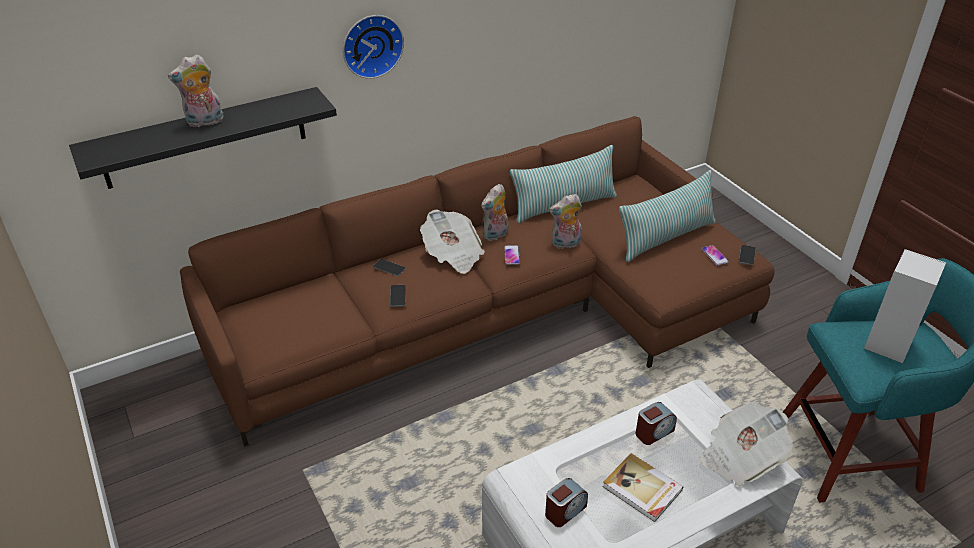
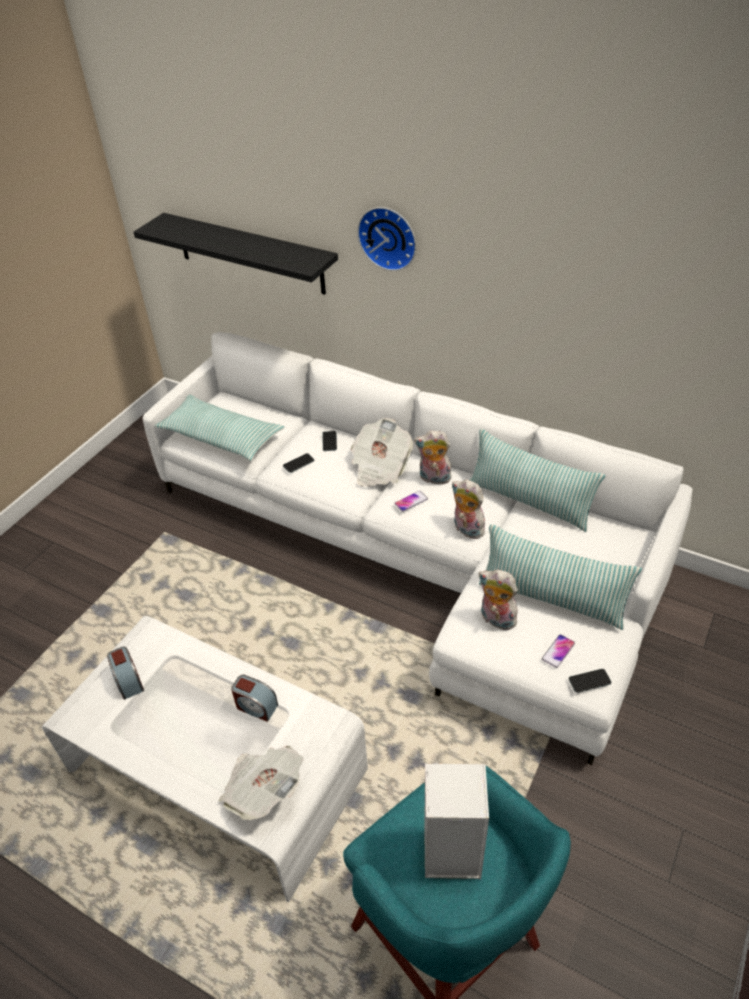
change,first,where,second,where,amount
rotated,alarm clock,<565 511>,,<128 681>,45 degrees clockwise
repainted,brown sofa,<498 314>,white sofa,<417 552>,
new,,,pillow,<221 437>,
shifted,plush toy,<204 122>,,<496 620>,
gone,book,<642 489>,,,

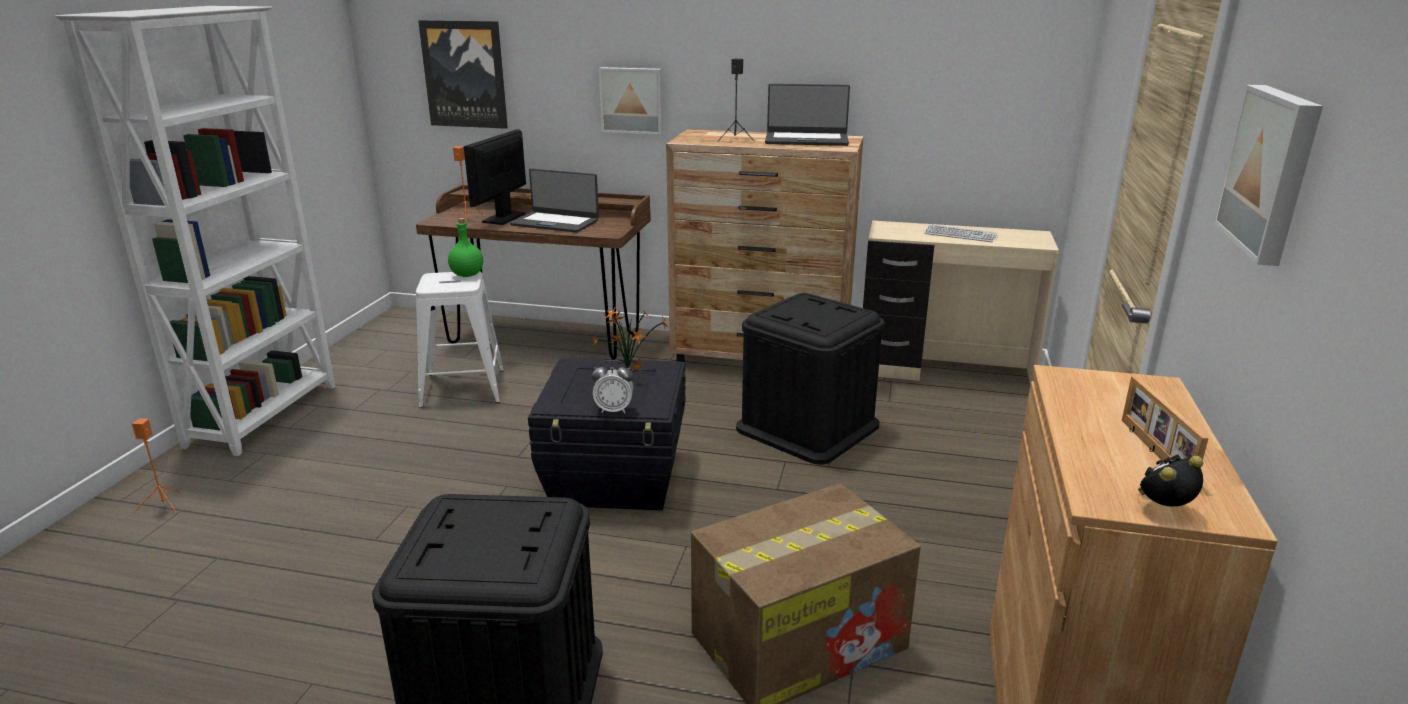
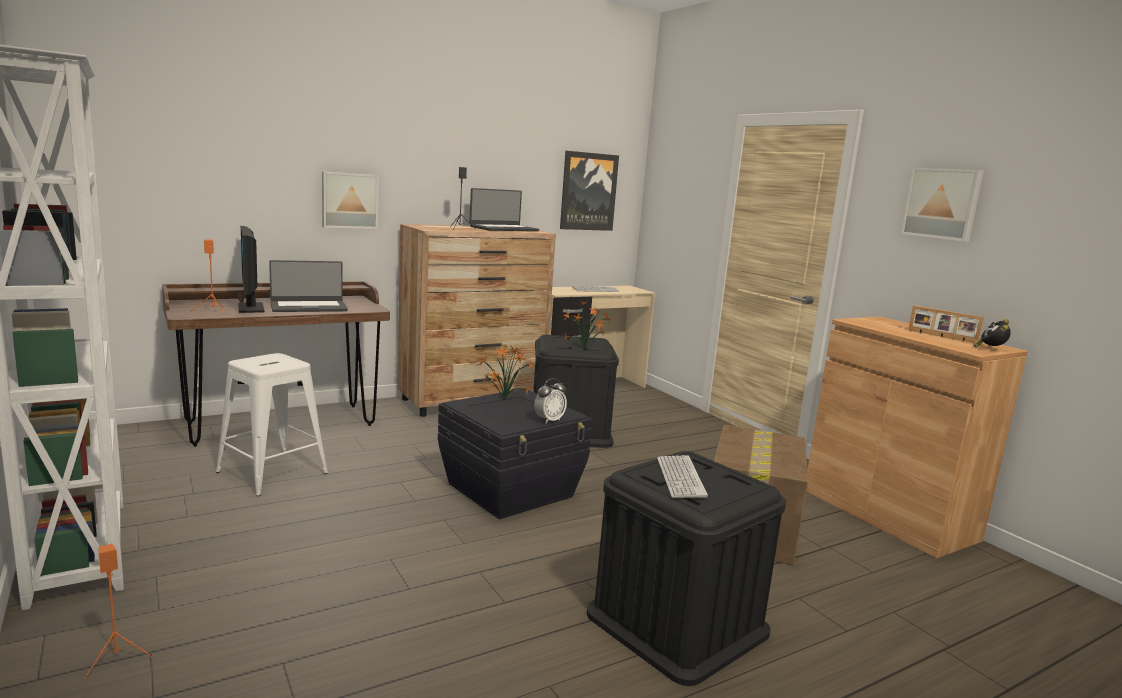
change,first,where,second,where,amount
shifted,picture,<465 74>,,<588 191>,
new,,,potted plant,<585 348>,
new,,,keyboard,<680 478>,
gone,green bottle,<467 275>,,,

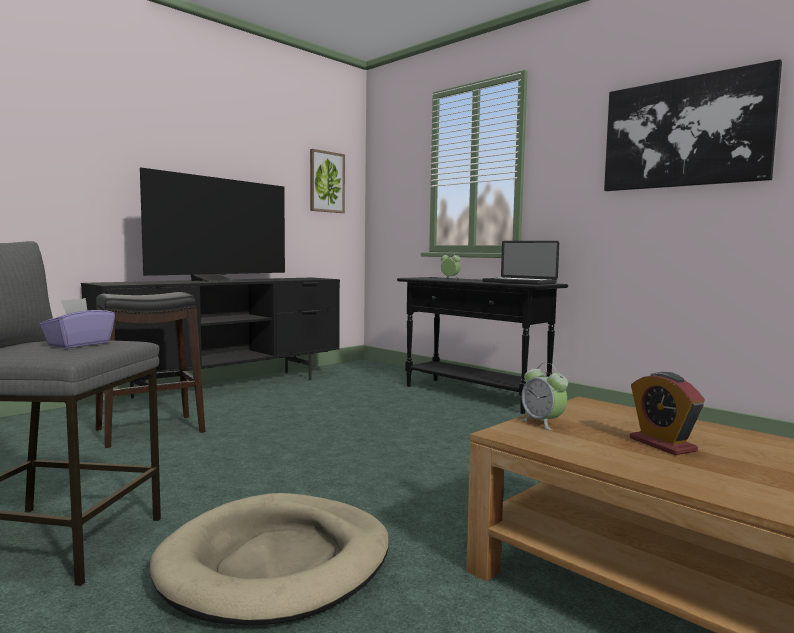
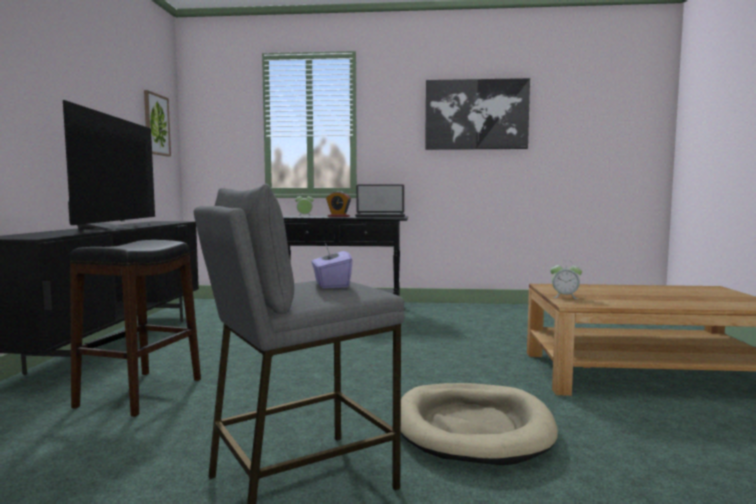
change,first,where,second,where,amount
shifted,alarm clock,<662 444>,,<338 216>,

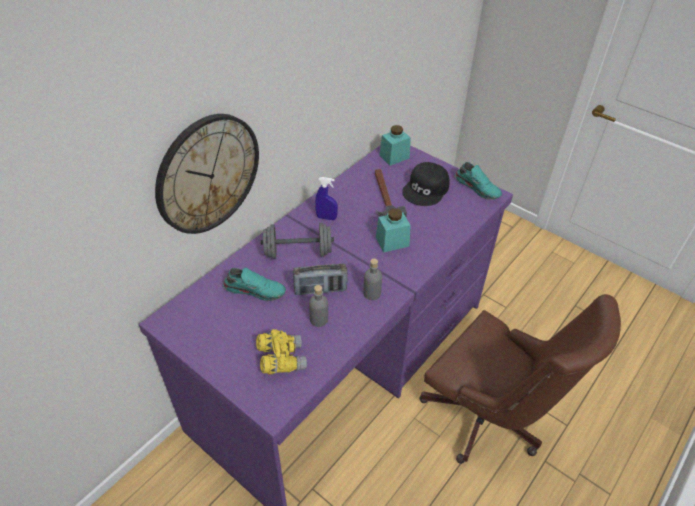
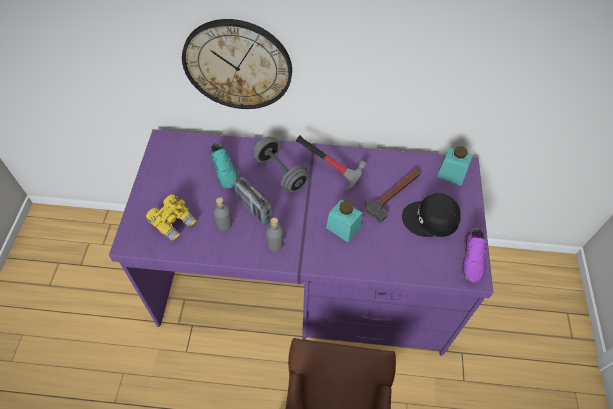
change,first,where,second,where,amount
swapped,blue spray bottle,<326 217>,hammer,<332 169>,
repainted,turquoise shoe,<478 187>,purple shoe,<473 258>,

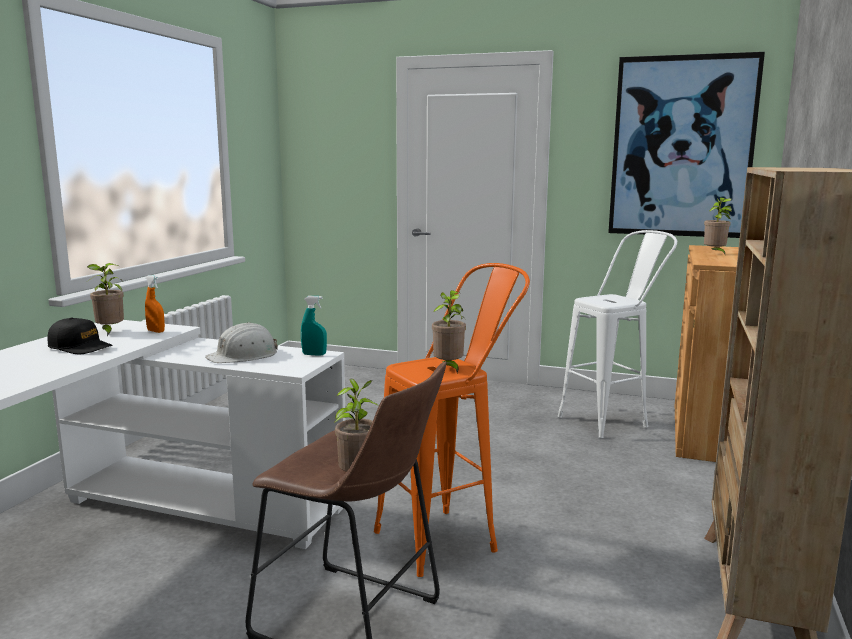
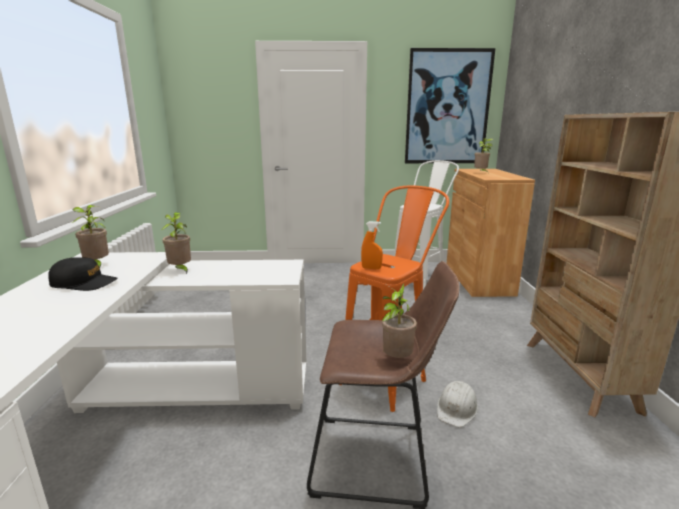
change,first,where,second,where,amount
shifted,potted plant,<448 368>,,<180 270>,
shifted,orange spray bottle,<156 331>,,<371 268>,
shifted,white hard hat,<244 356>,,<457 408>,
gone,turquoise spray bottle,<314 354>,,,

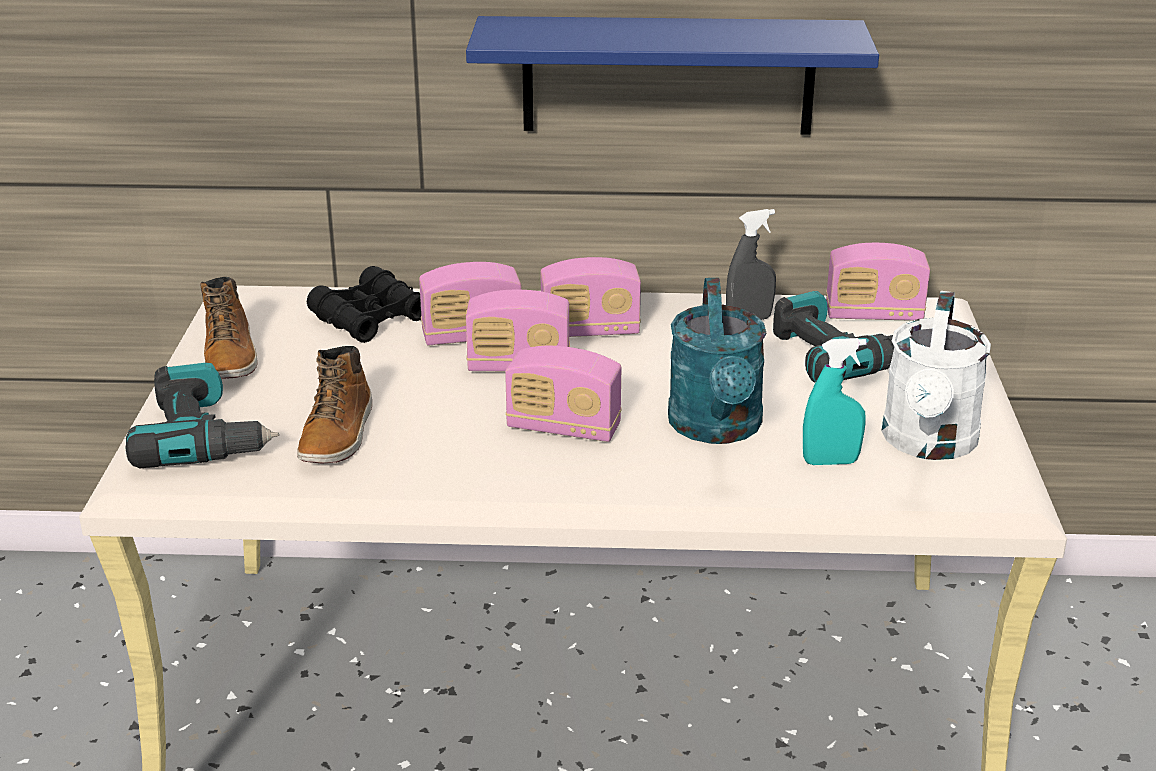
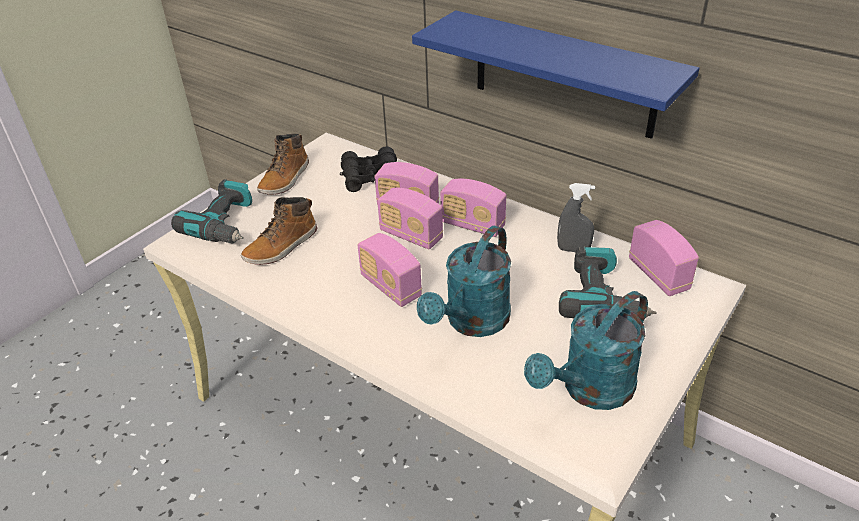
change,first,where,second,where,amount
repainted,white watering can,<928 444>,turquoise watering can,<589 390>,
rotated,radio,<873 315>,,<658 275>,150 degrees counterclockwise
gone,turquoise spray bottle,<830 462>,,,

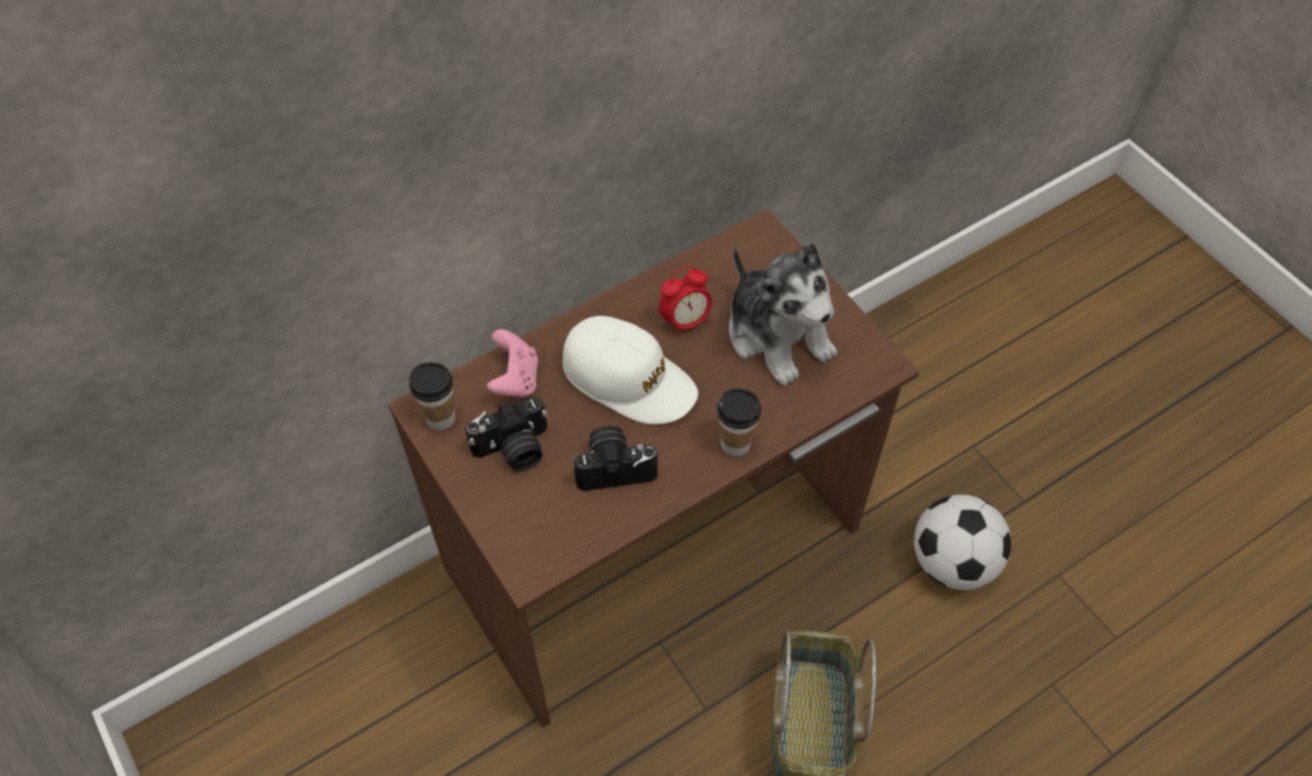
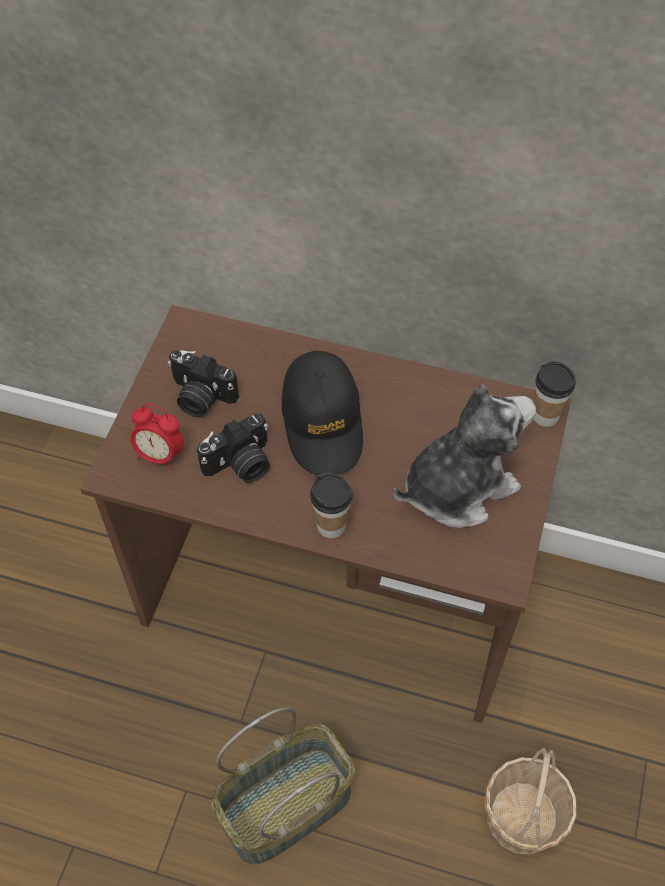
change,first,where,second,where,amount
shifted,alarm clock,<685 321>,,<160 455>,
rotated,photo camera,<614 467>,,<240 465>,105 degrees clockwise
repainted,white cap,<629 378>,black cap,<323 421>,
rotated,plush toy,<778 335>,,<457 486>,135 degrees counterclockwise
swapped,football,<952 562>,basket,<521 818>,
shifted,cup,<440 417>,,<545 416>,
gone,pink game controller,<515 379>,,,

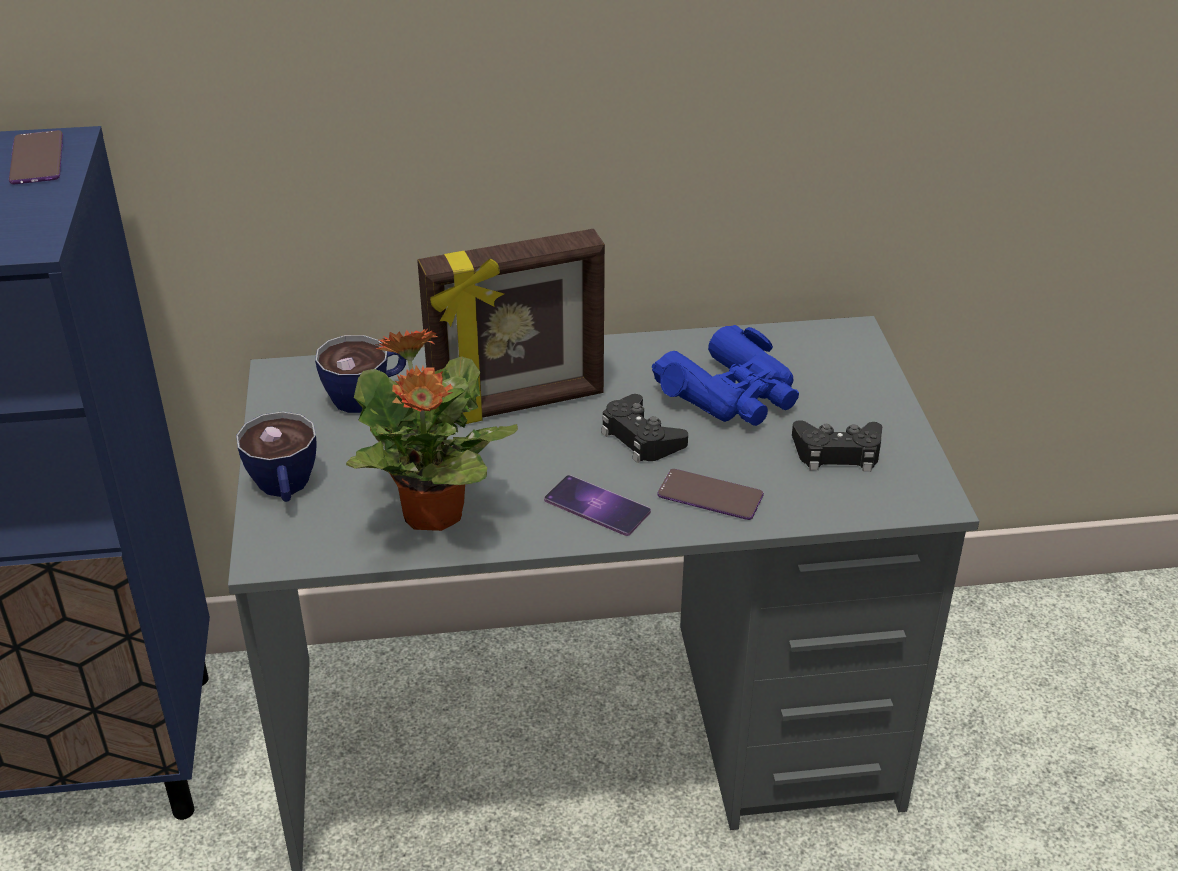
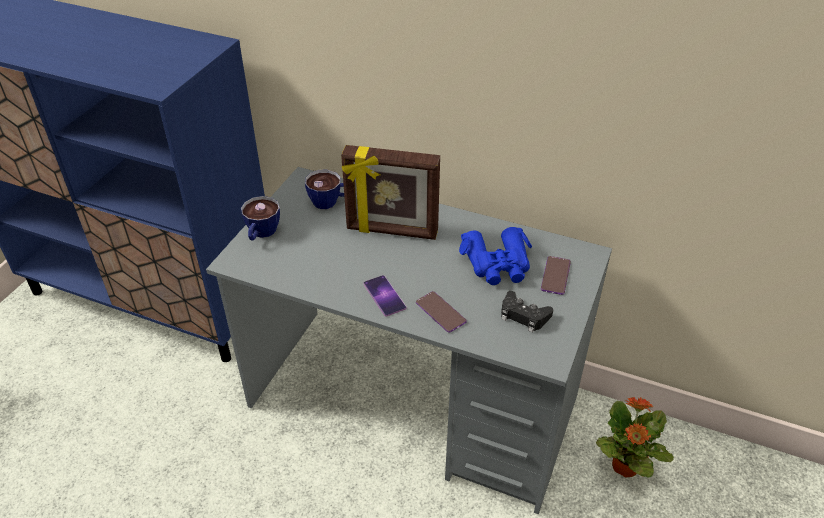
change,first,where,second,where,amount
shifted,phone,<37 159>,,<555 276>,
shifted,potted plant,<433 515>,,<624 467>,
gone,black game controller,<641 437>,,,

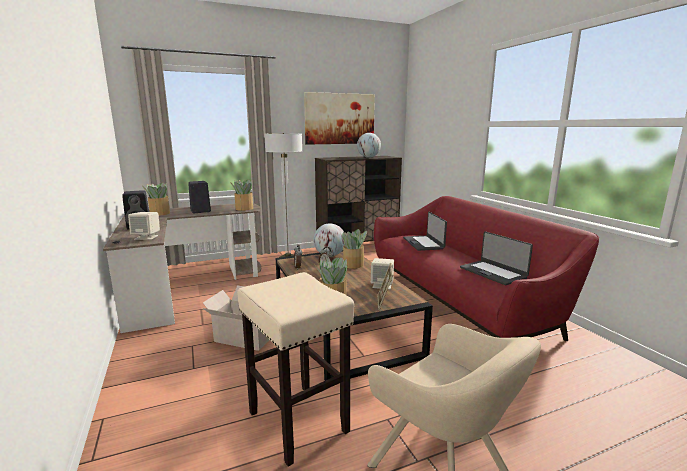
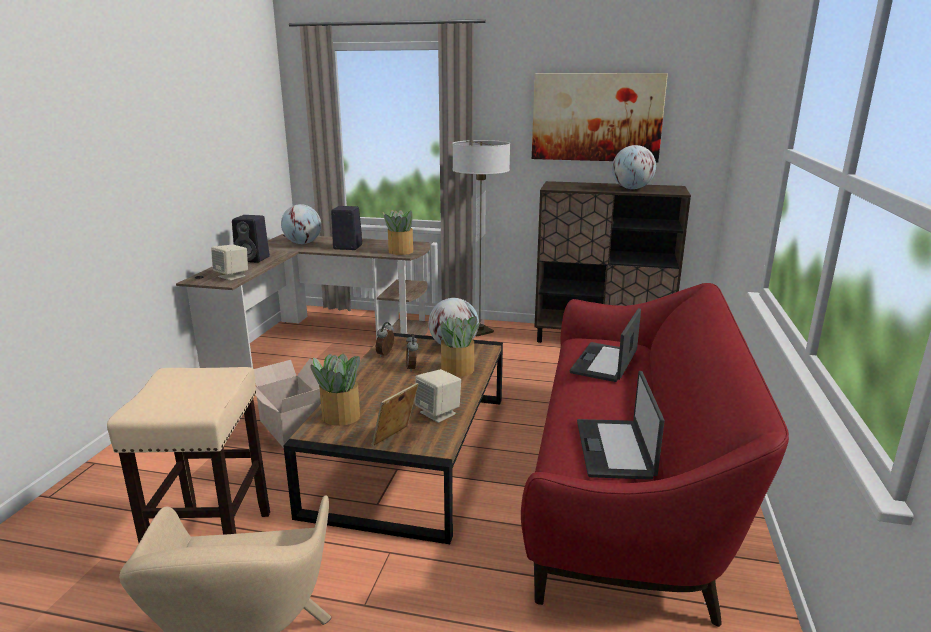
change,first,where,second,where,amount
swapped,potted plant,<159 213>,globe,<303 243>,

